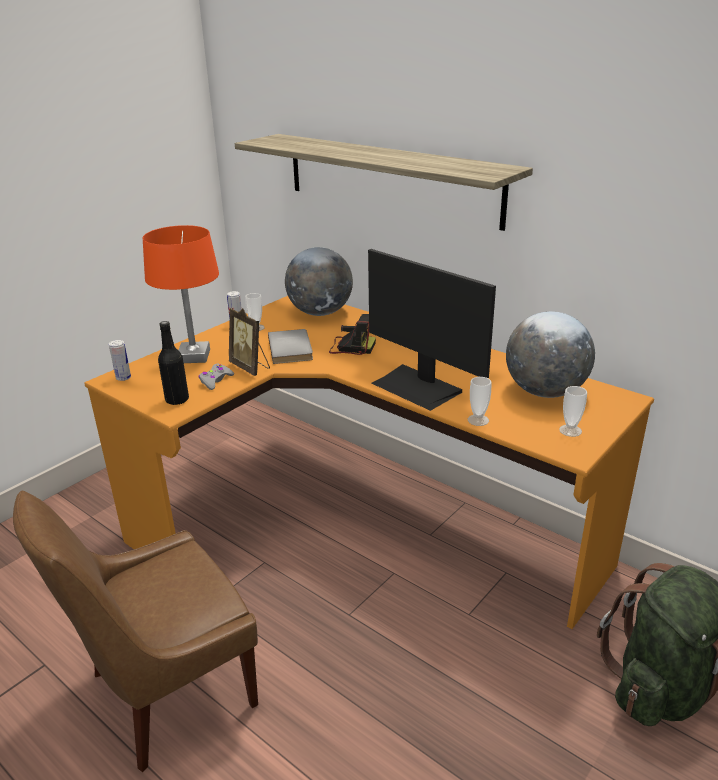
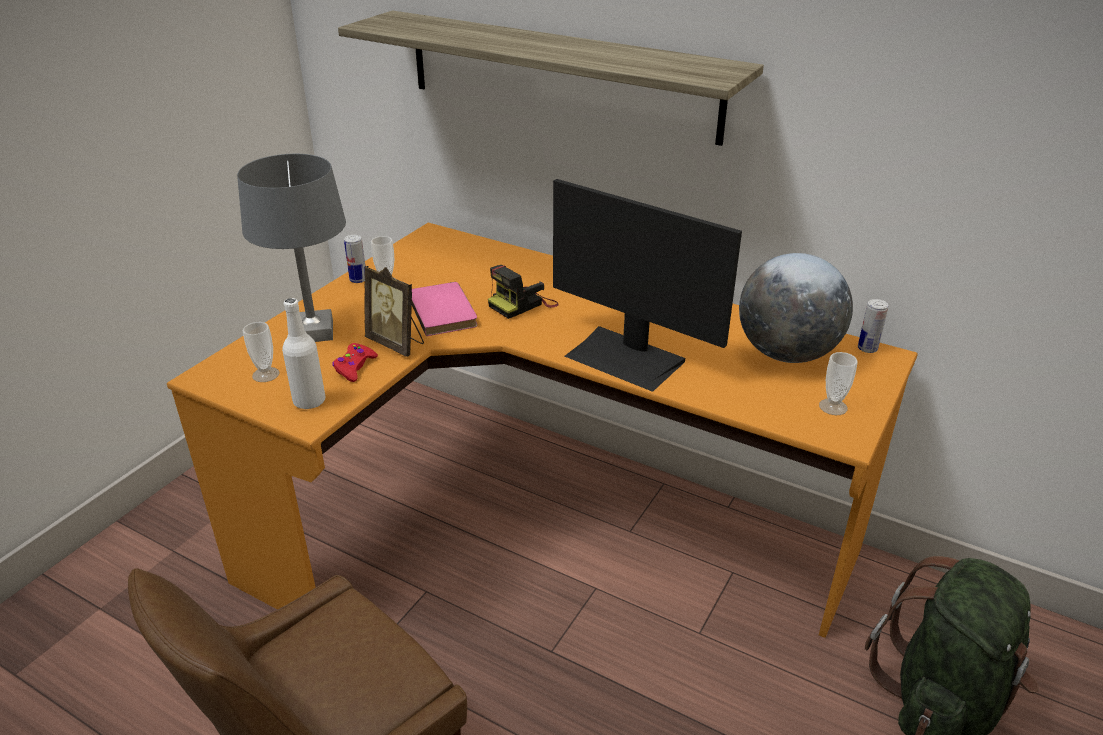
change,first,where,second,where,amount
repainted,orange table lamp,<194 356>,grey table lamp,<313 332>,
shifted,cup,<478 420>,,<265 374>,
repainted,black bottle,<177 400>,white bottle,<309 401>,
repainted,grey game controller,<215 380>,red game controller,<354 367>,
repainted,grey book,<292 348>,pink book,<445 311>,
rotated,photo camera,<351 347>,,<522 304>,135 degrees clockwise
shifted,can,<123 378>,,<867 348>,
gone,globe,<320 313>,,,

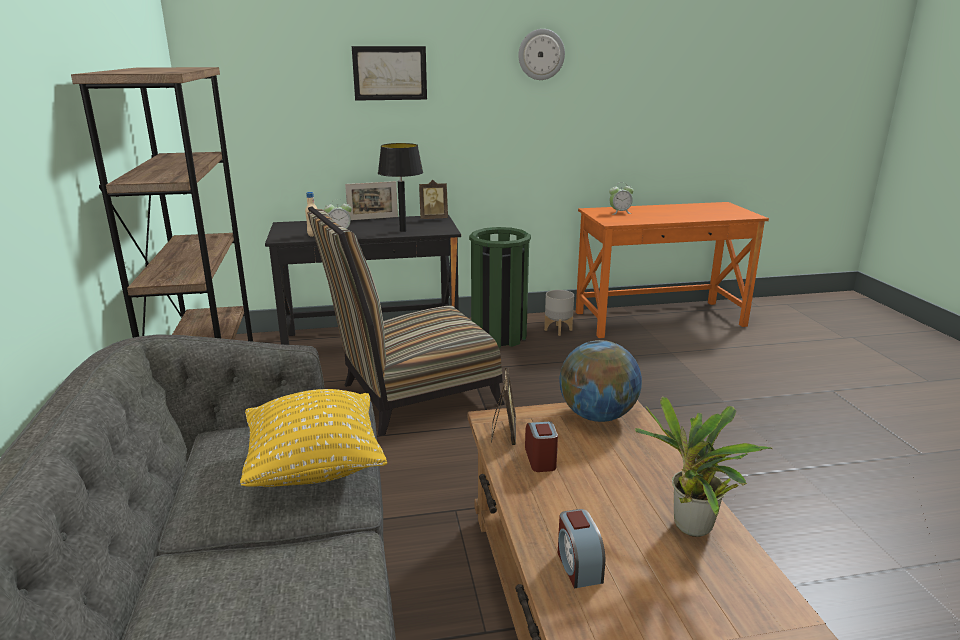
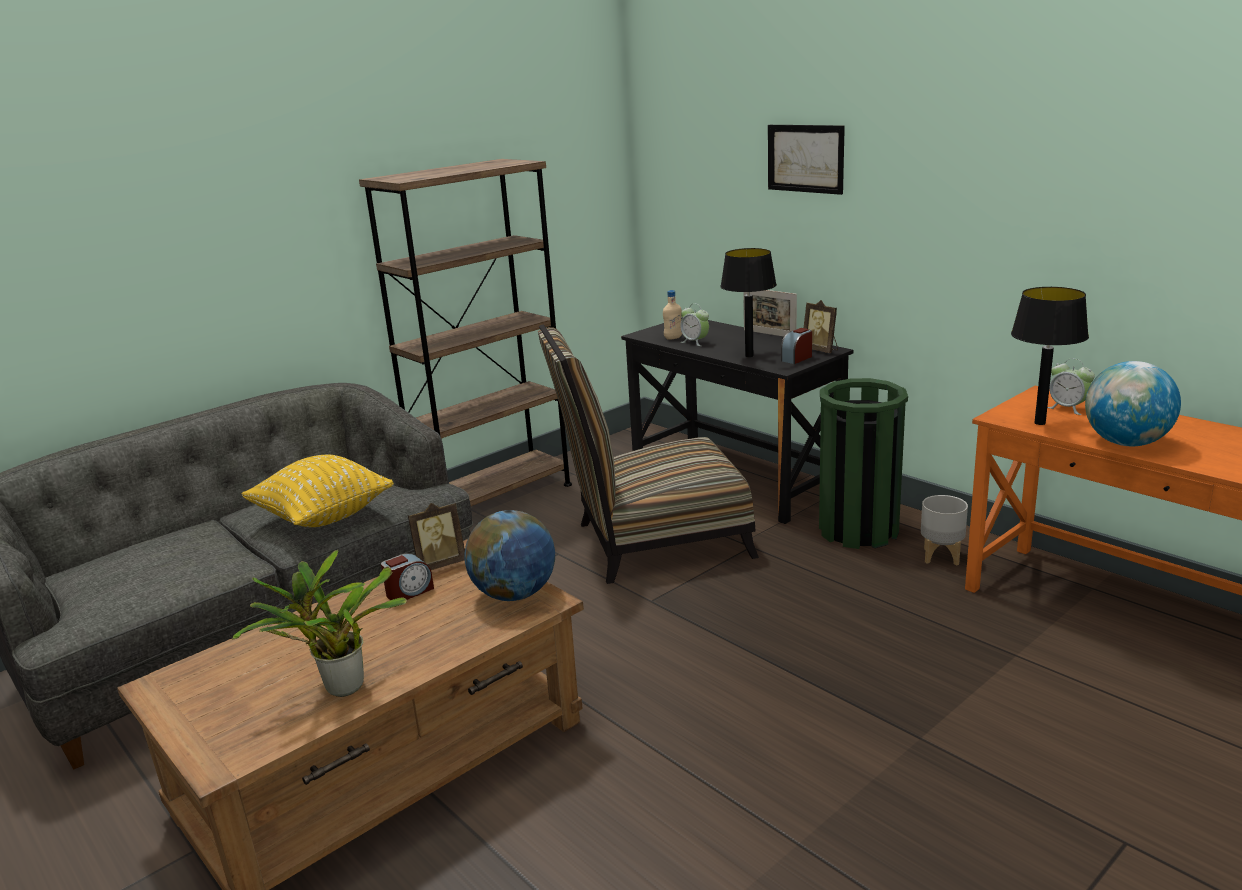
change,first,where,second,where,amount
rotated,chair,<411 396>,,<652 542>,45 degrees counterclockwise
shifted,alarm clock,<578 566>,,<797 358>,
new,,,black table lamp,<1039 423>,
new,,,globe,<1126 443>,
gone,wall clock,<541 54>,,,

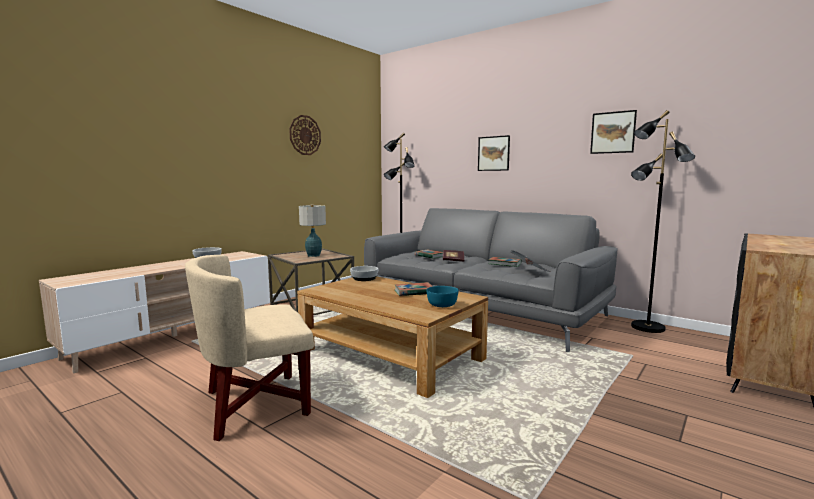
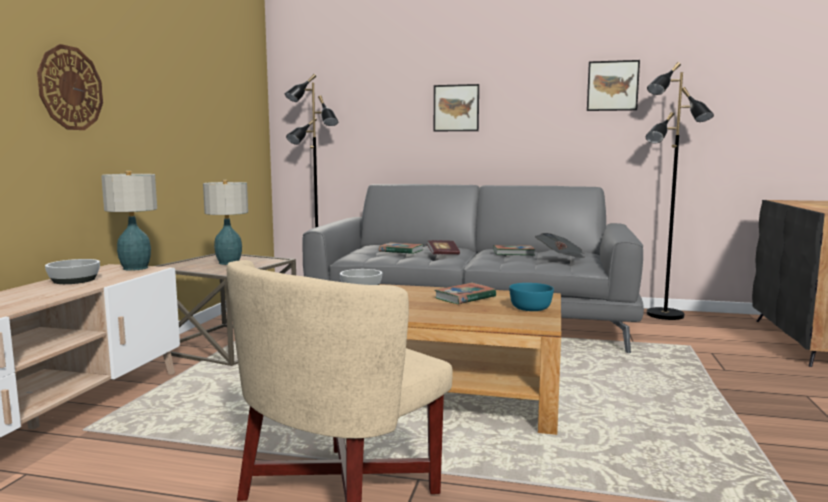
change,first,where,second,where,amount
shifted,wall clock,<305 135>,,<70 88>,
new,,,table lamp,<136 268>,

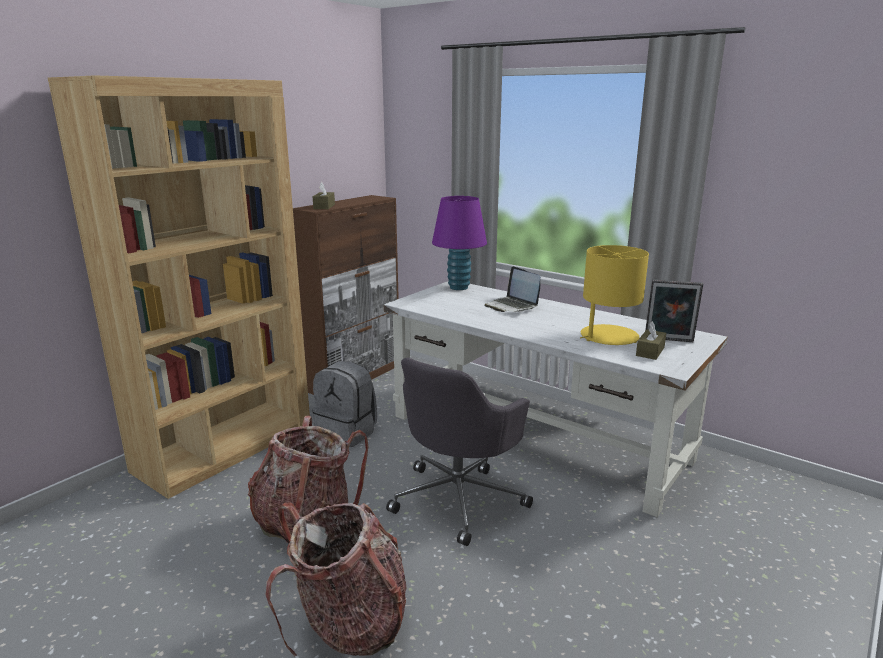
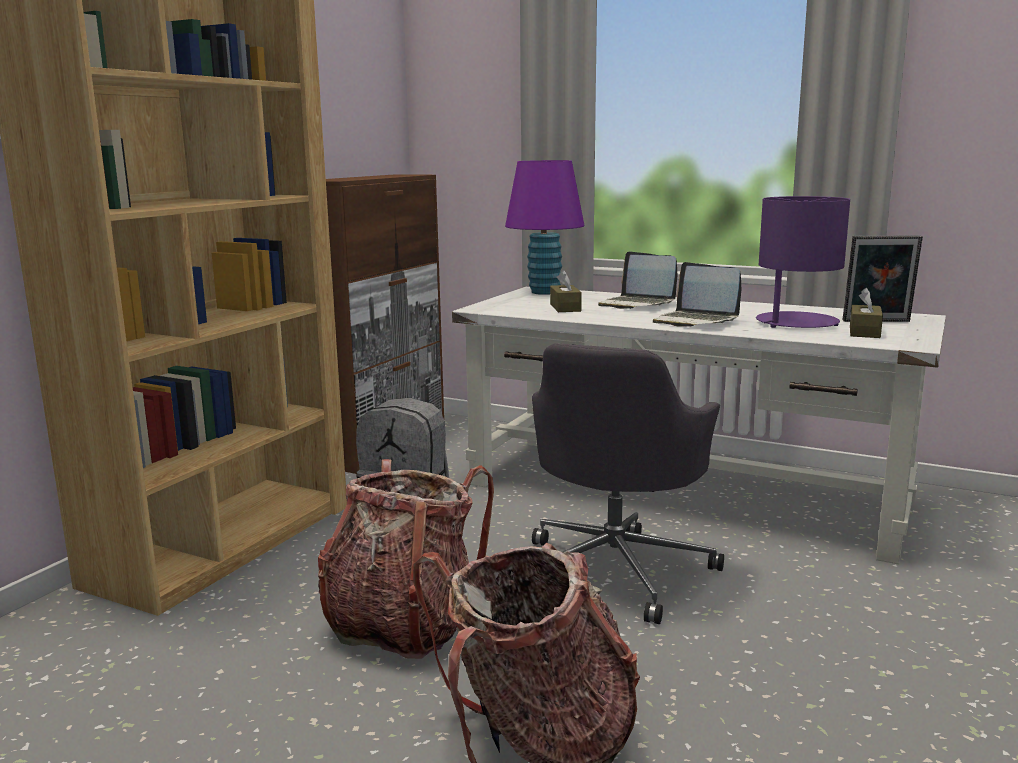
change,first,where,second,where,amount
shifted,brown tissue box,<324 207>,,<565 308>,
new,,,laptop,<695 321>,
repainted,yellow table lamp,<608 336>,purple table lamp,<796 323>,

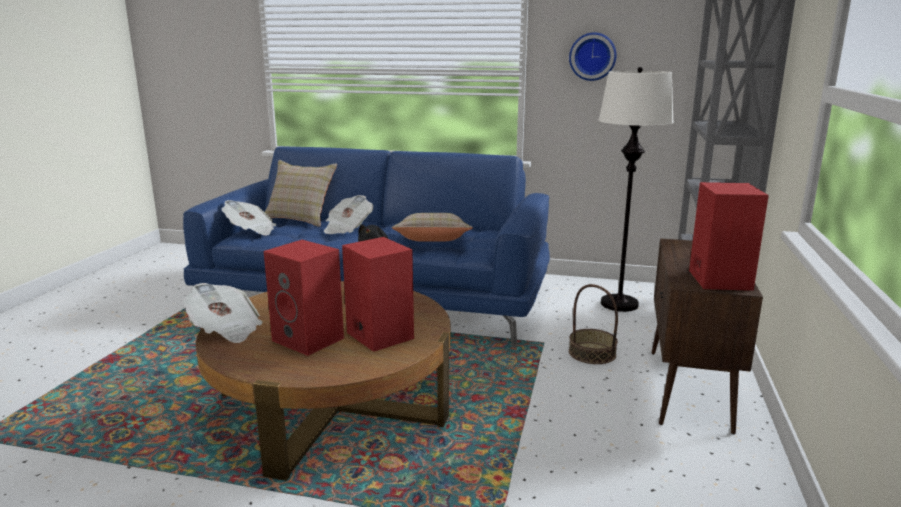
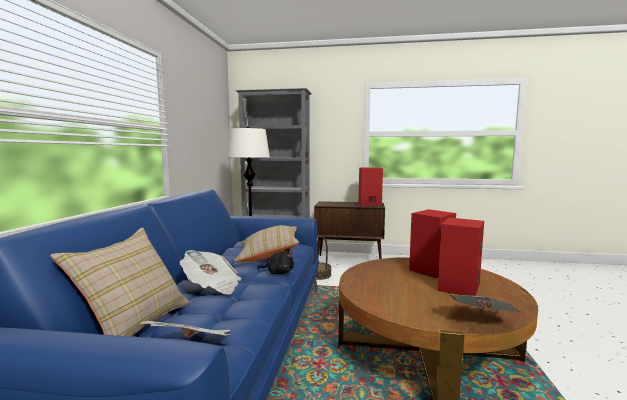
change,first,where,second,where,amount
gone,wall clock,<592 56>,,,

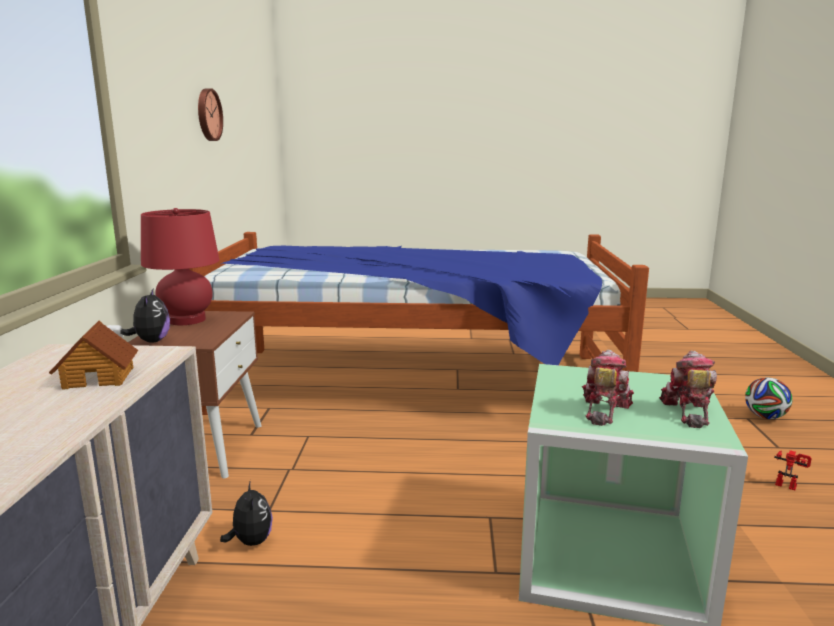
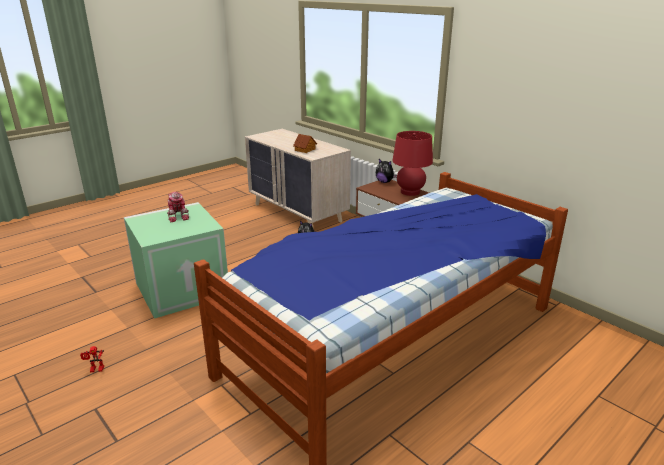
change,first,where,second,where,amount
gone,wall clock,<208 115>,,,
gone,toy robot,<687 412>,,,
gone,football,<765 417>,,,

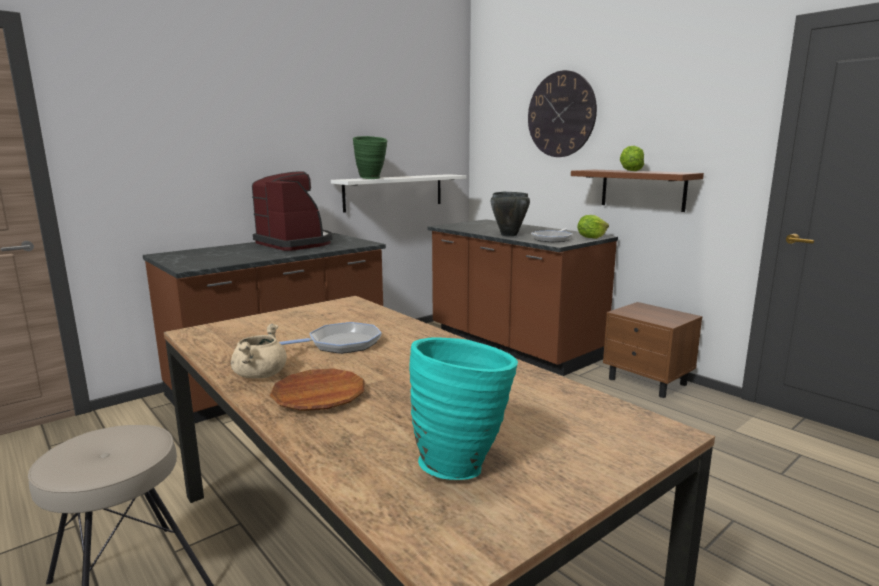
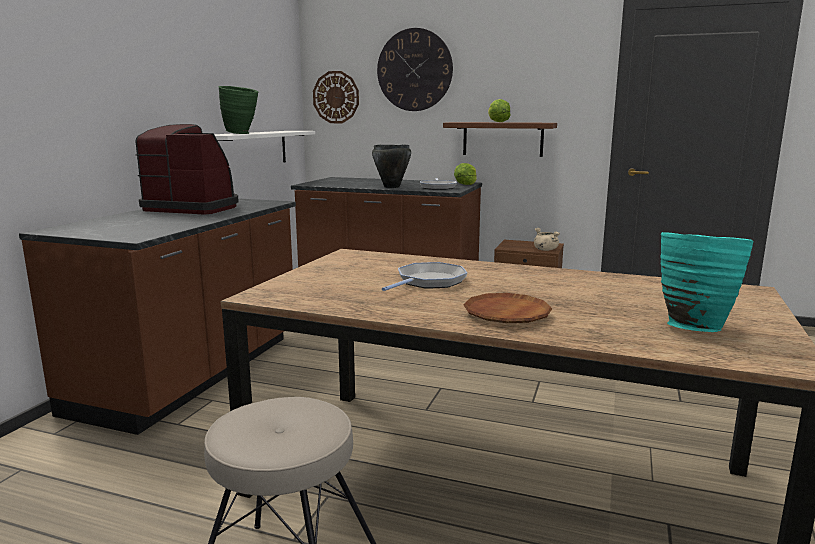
change,first,where,second,where,amount
new,,,wall clock,<336 97>,
shifted,beige cooking pot,<260 374>,,<545 250>,

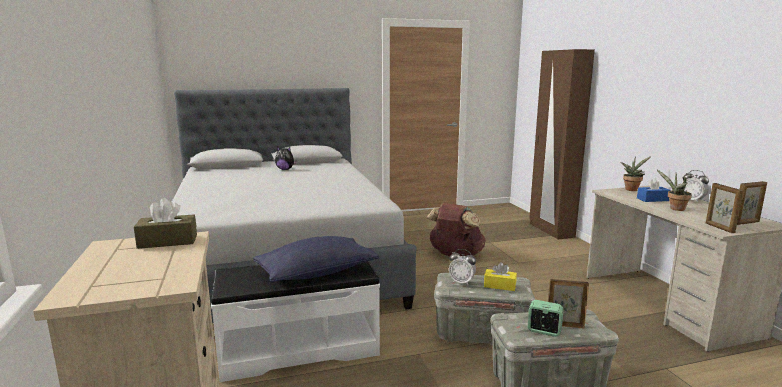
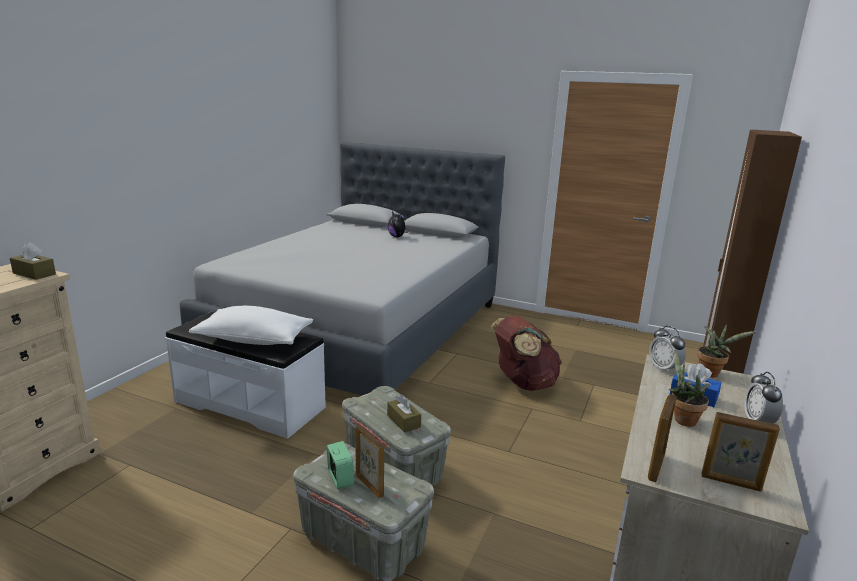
change,first,where,second,where,amount
repainted,blue pillow,<316 273>,white pillow,<254 340>,
repainted,yellow tissue box,<499 285>,brown tissue box,<403 421>,
shifted,alarm clock,<461 282>,,<664 368>,

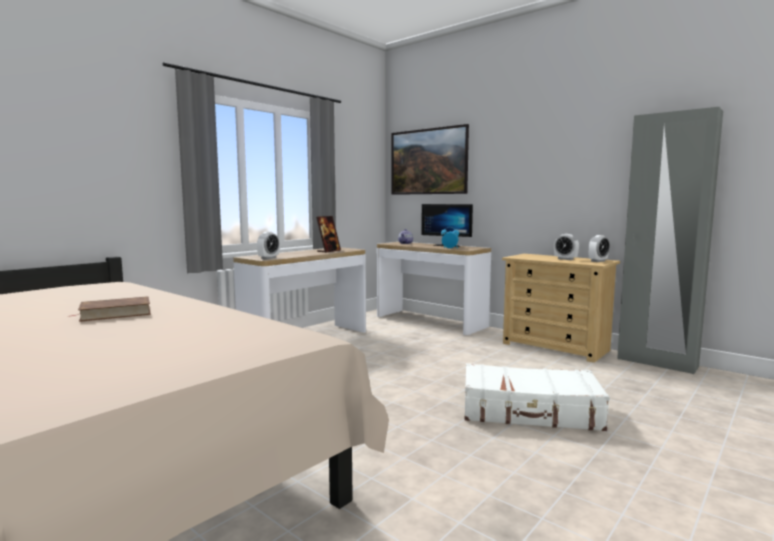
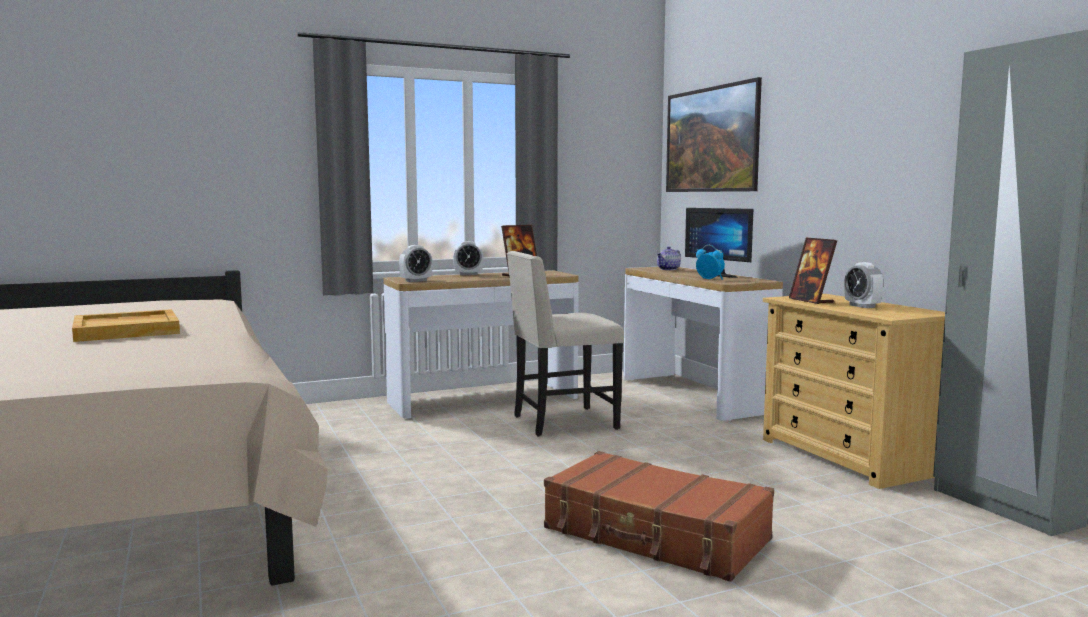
change,first,where,second,where,amount
swapped,brown book,<115 313>,beige tray,<127 330>,
shifted,alarm clock,<598 261>,,<468 274>,
new,,,beige chair,<562 422>,
repainted,white suitcase,<530 411>,brown suitcase,<655 535>,
new,,,picture frame,<811 301>,

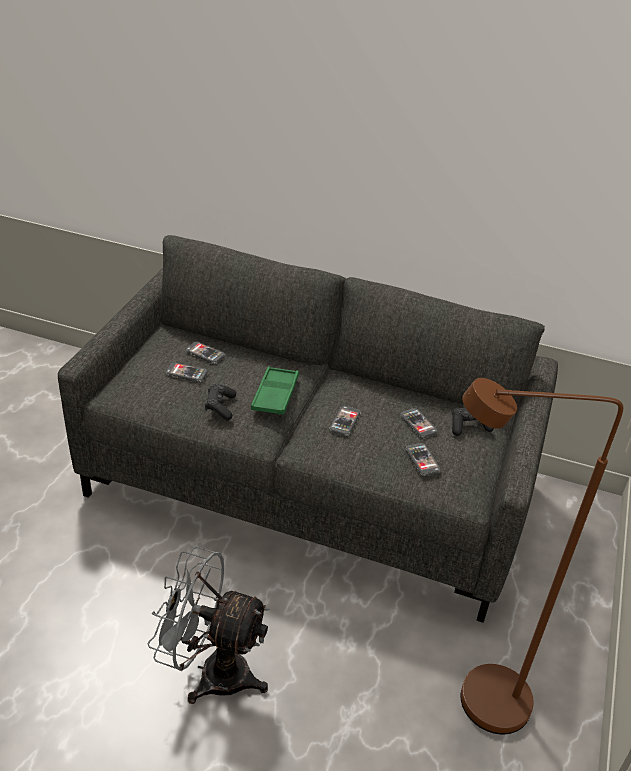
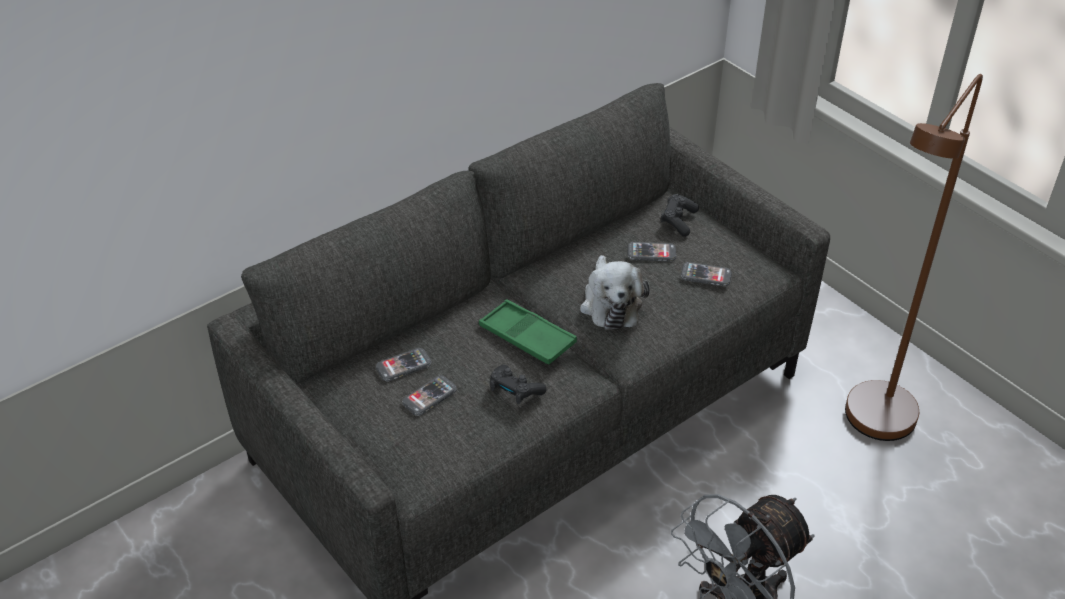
change,first,where,second,where,amount
swapped,phone,<344 422>,plush toy,<610 304>,

